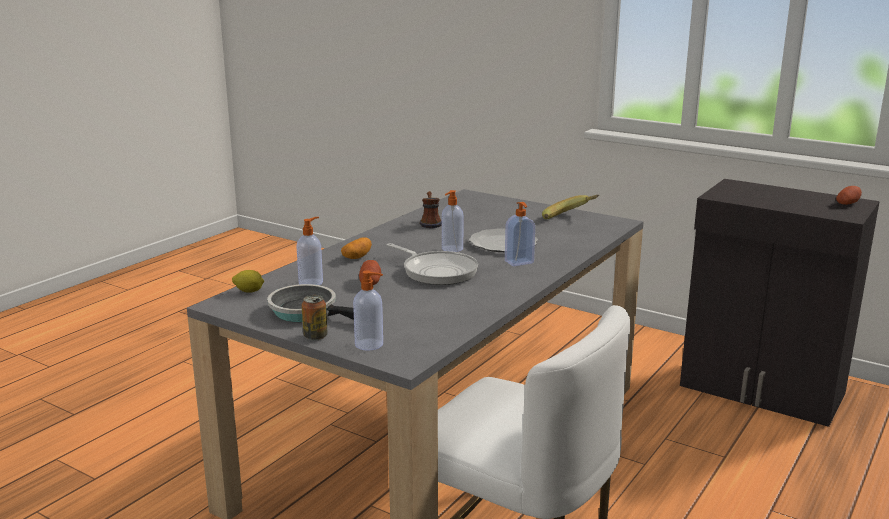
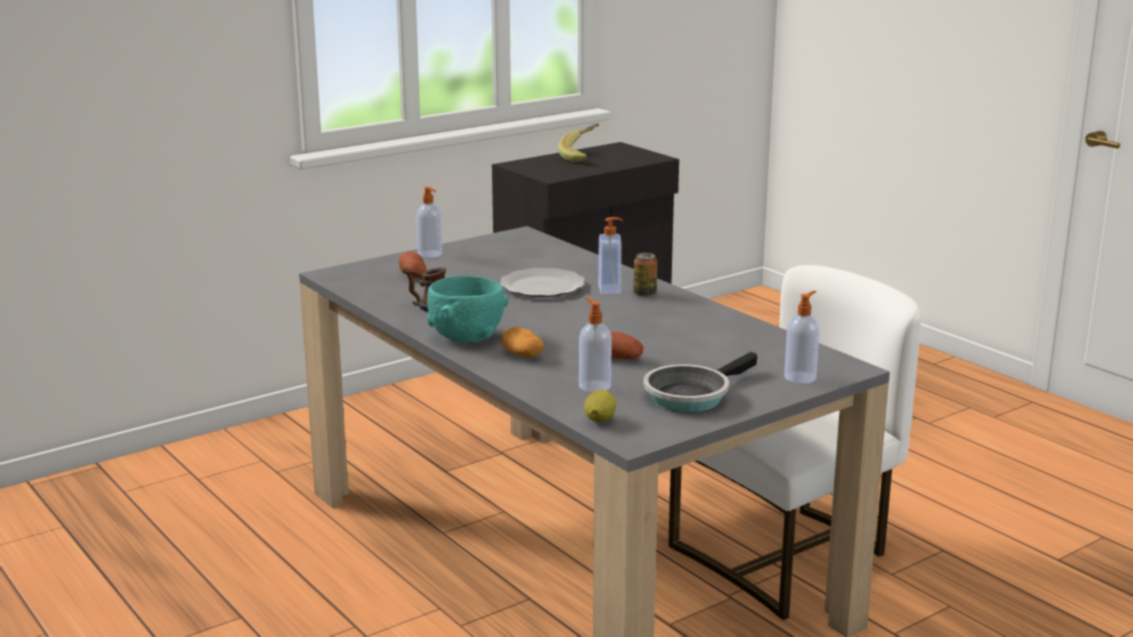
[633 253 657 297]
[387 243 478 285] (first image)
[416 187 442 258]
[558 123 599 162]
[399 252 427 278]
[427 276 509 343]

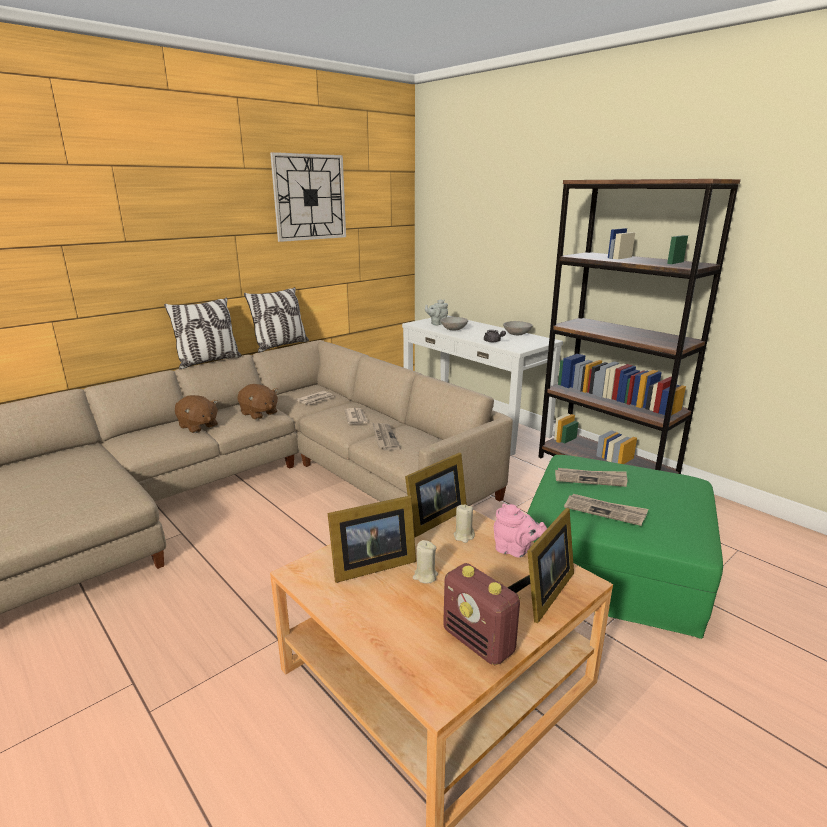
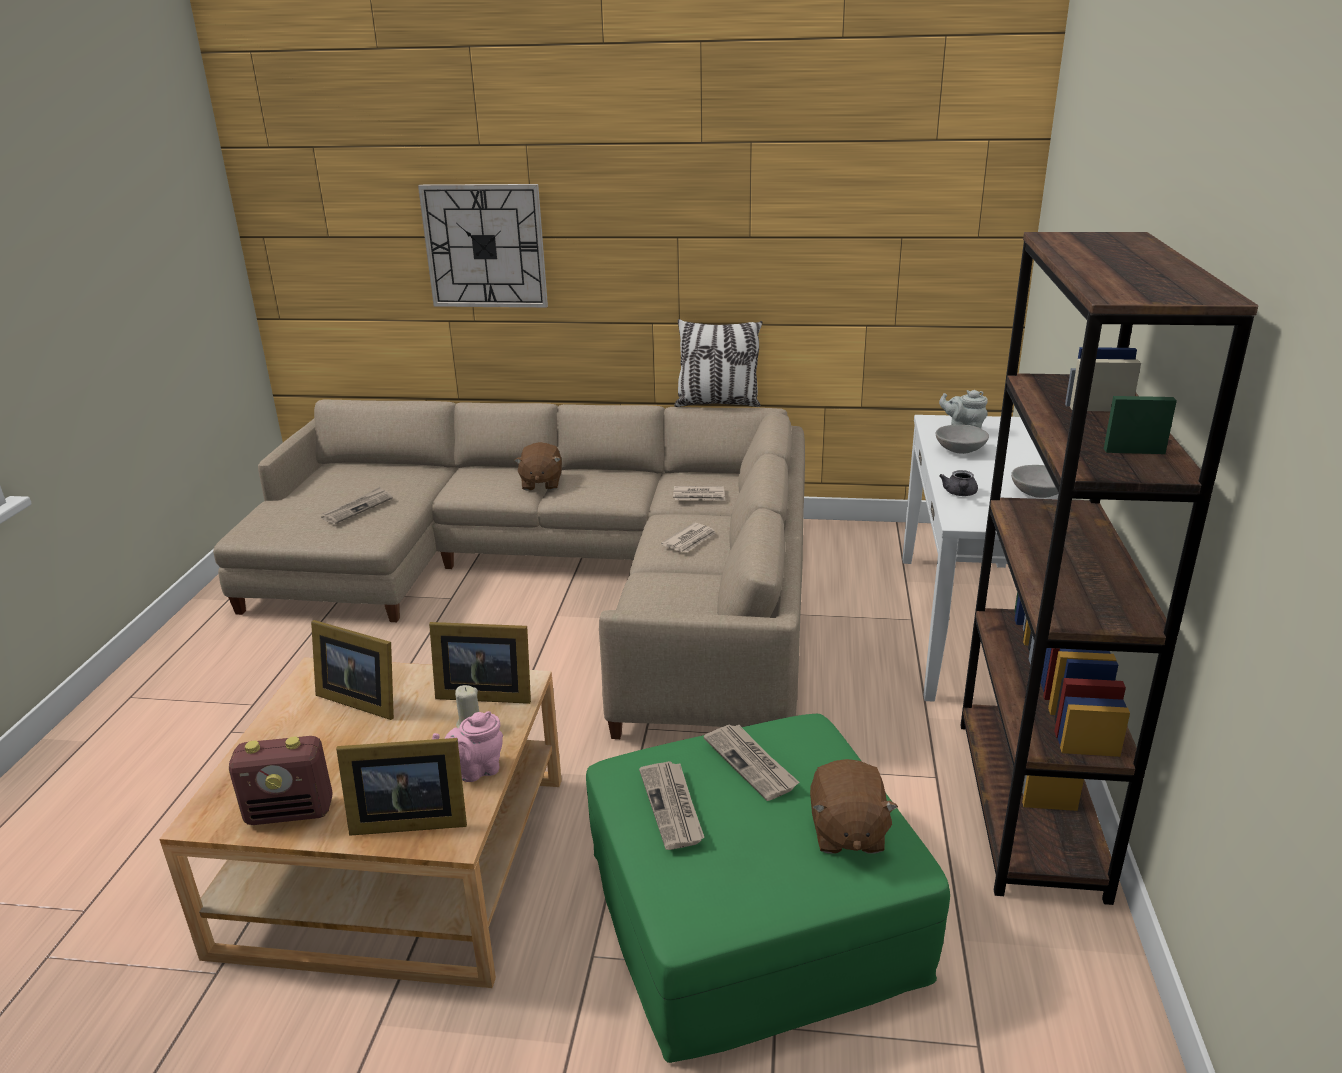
[164 297 242 369] (first image)
[810 759 898 854]
[418 184 548 308]
[321 487 393 524]
[413 540 438 584] (first image)
[229 736 333 825]
[432 711 503 782]

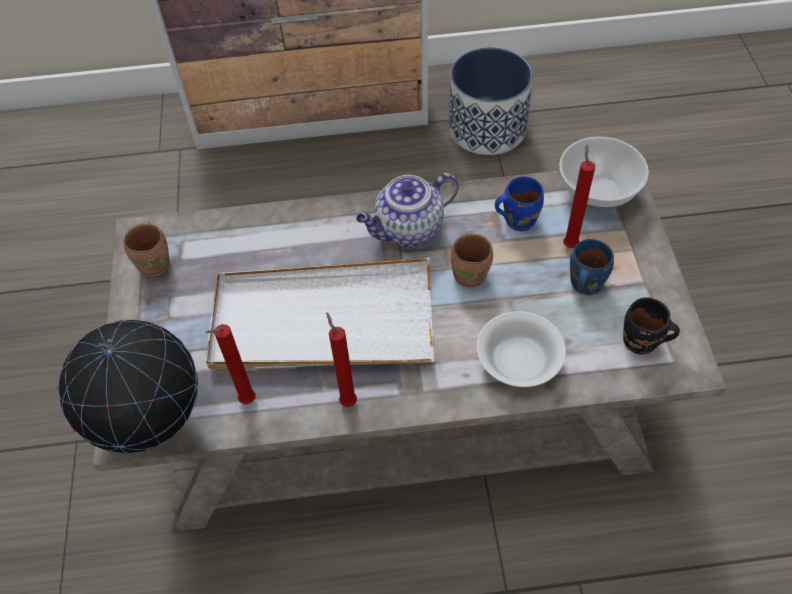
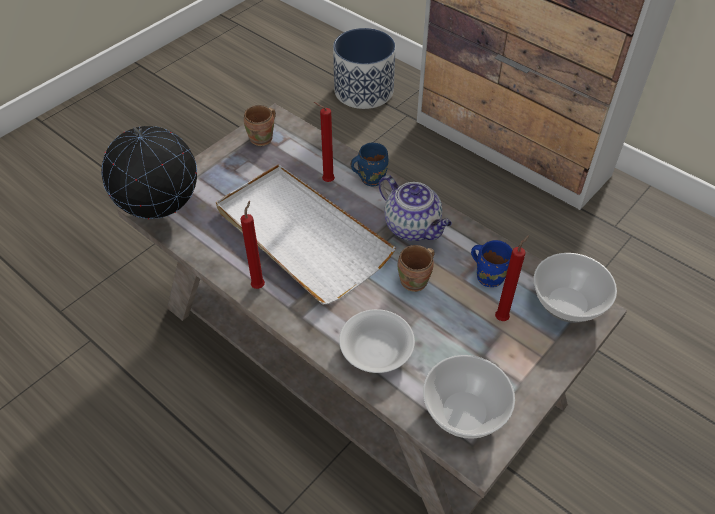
[314 102 335 182]
[379 175 452 241]
[333 28 396 109]
[351 143 389 187]
[423 355 515 439]

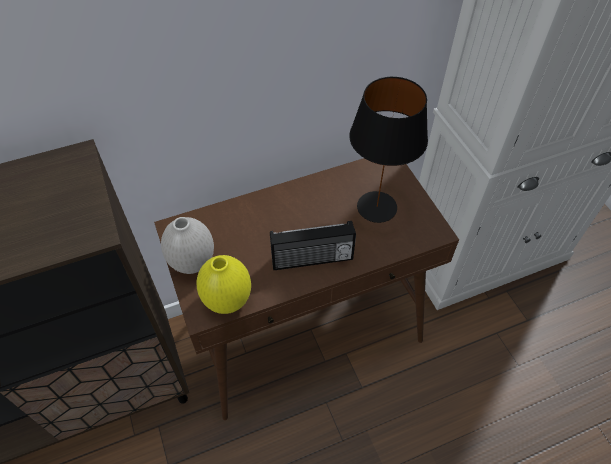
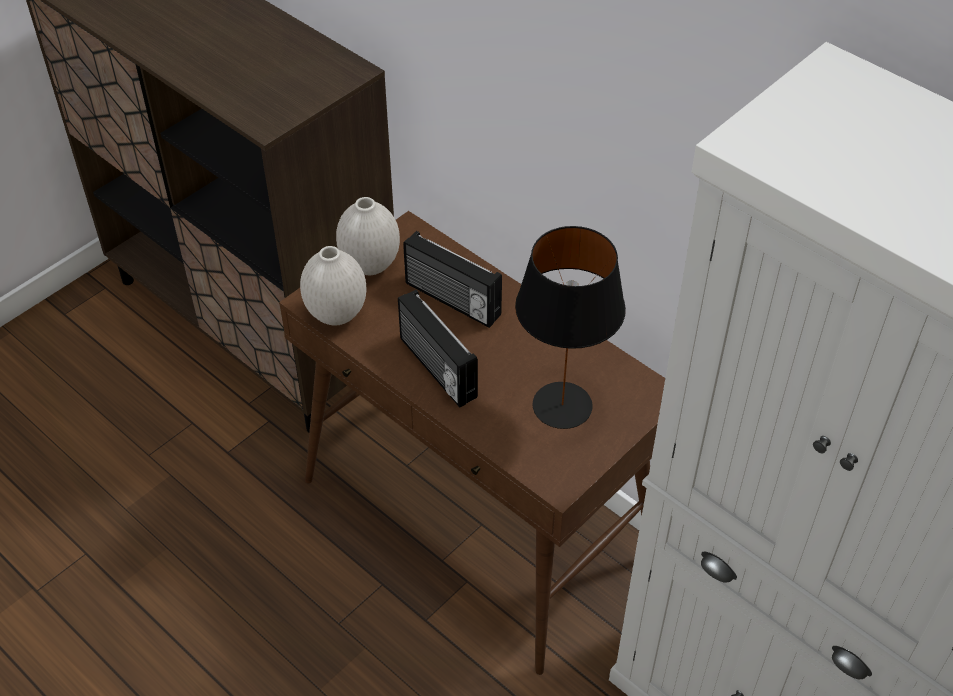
[300 246 367 325]
[403 231 502 328]

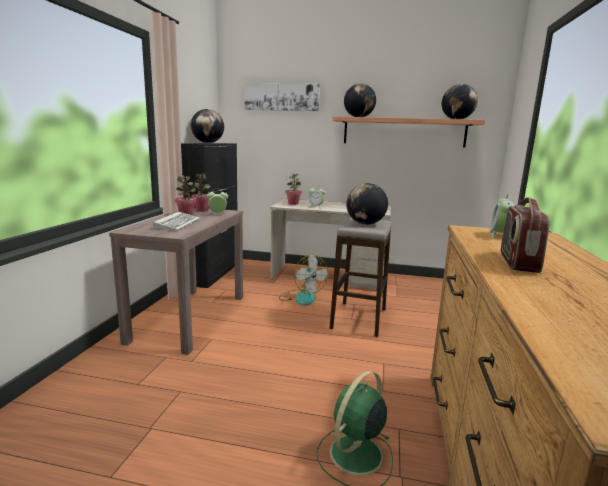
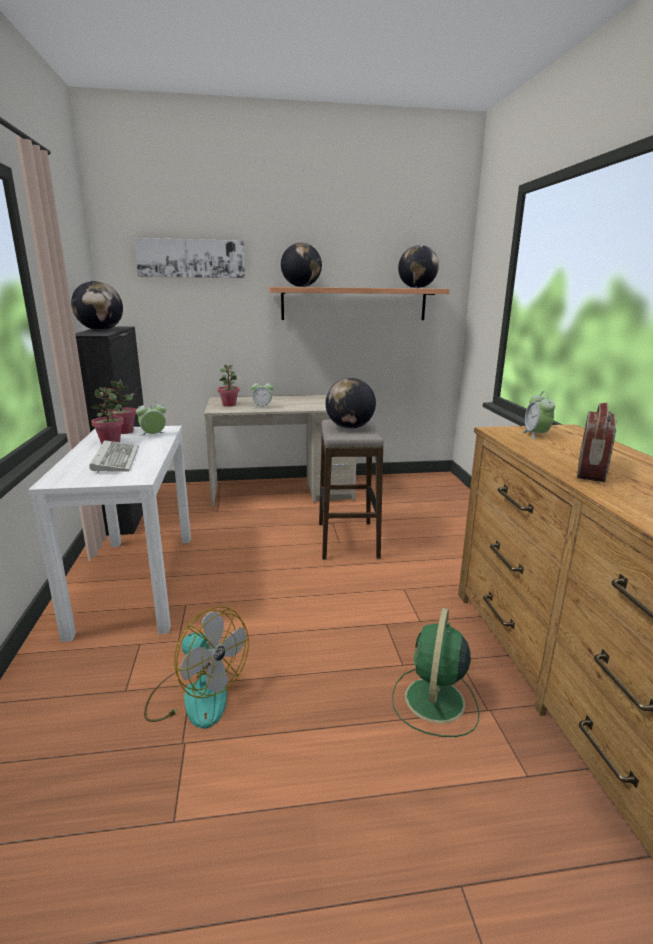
[28 426 191 642]
[144 606 249 729]
[577 403 617 482]

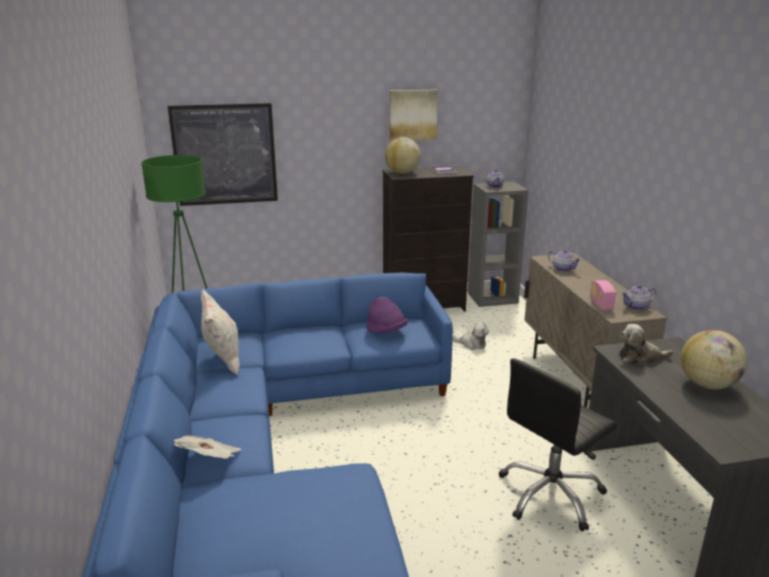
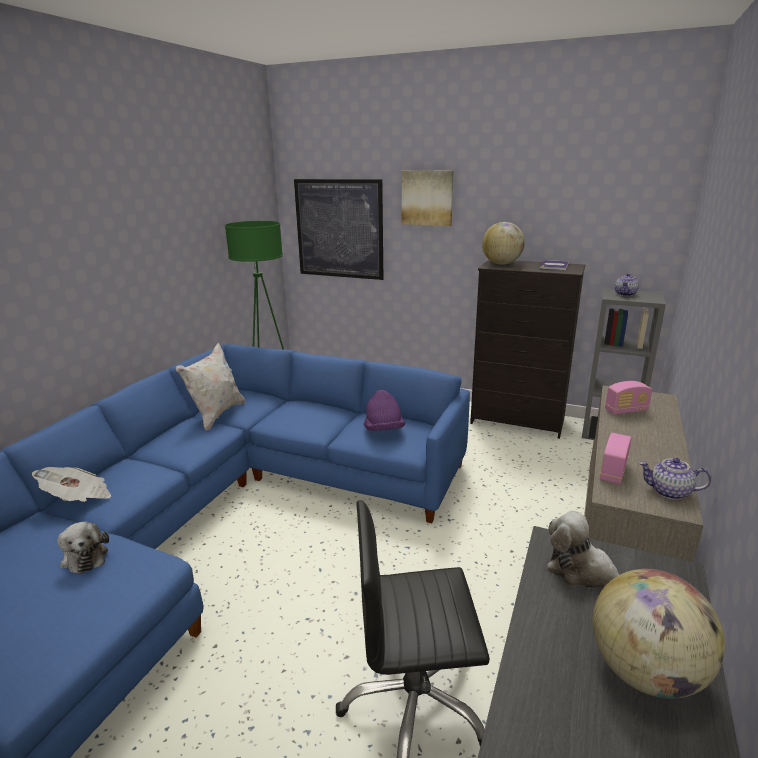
[402 170 454 226]
[57 522 109 574]
[605 381 652 414]

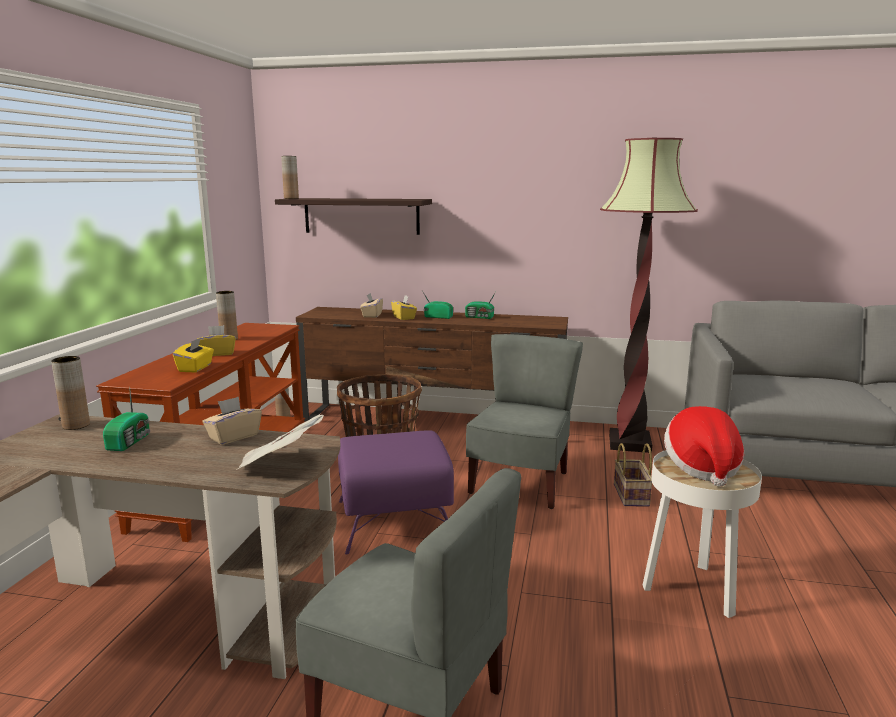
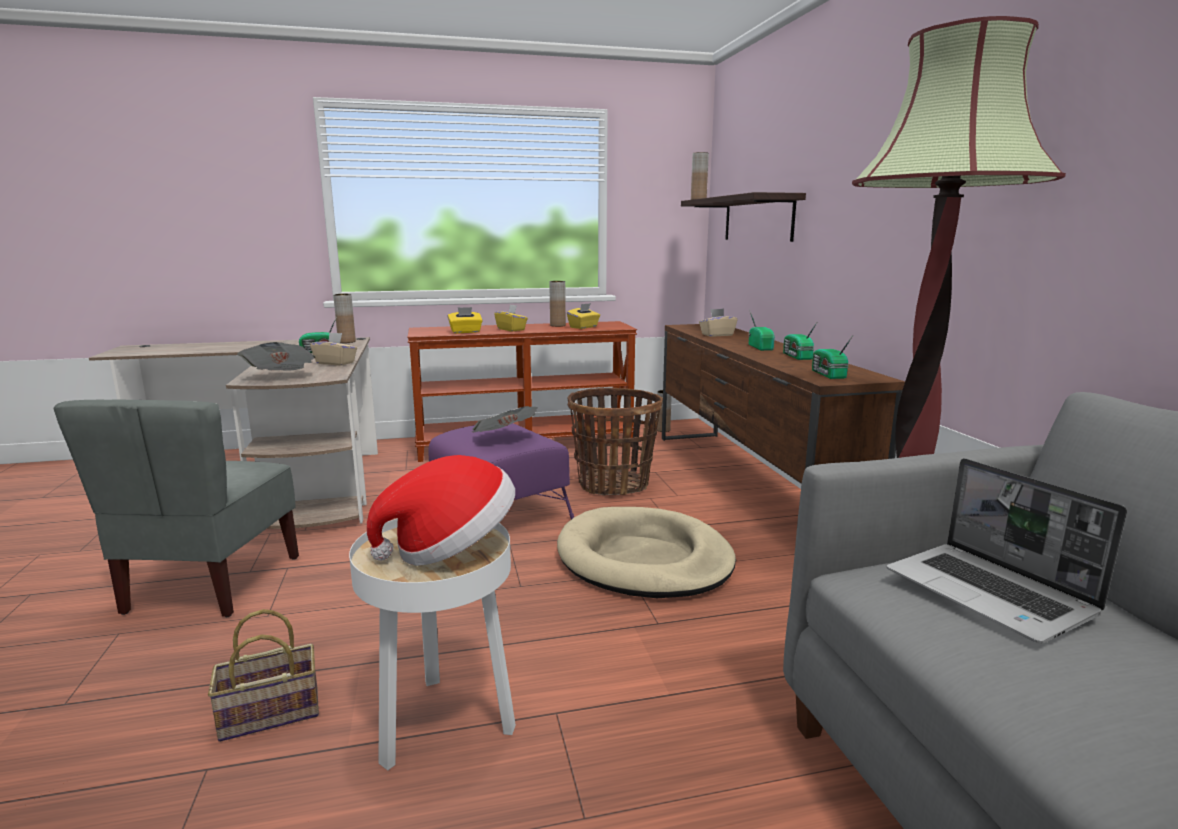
[567 303 600 329]
[557 507 736 598]
[208 609 319 742]
[472 406 538 432]
[812 334 854 379]
[887 458 1127 643]

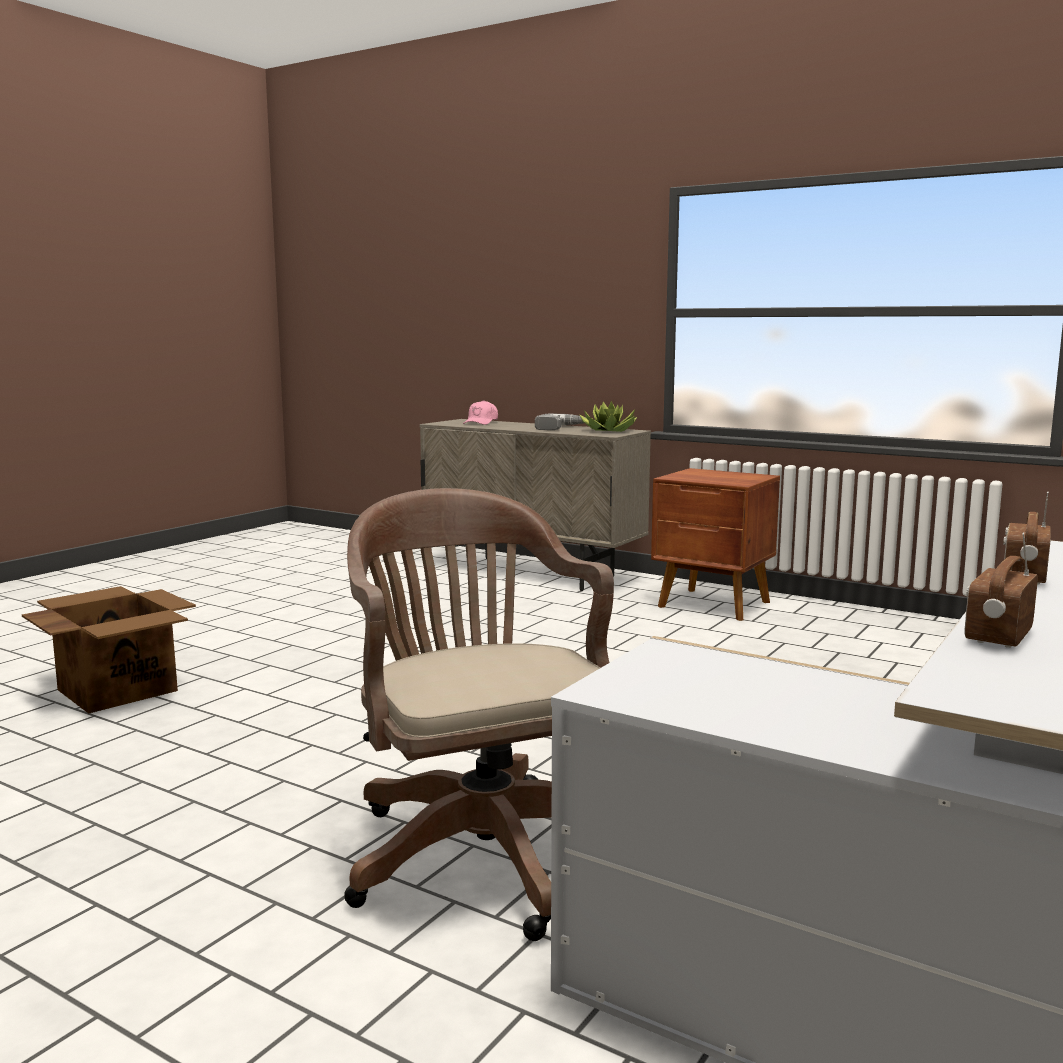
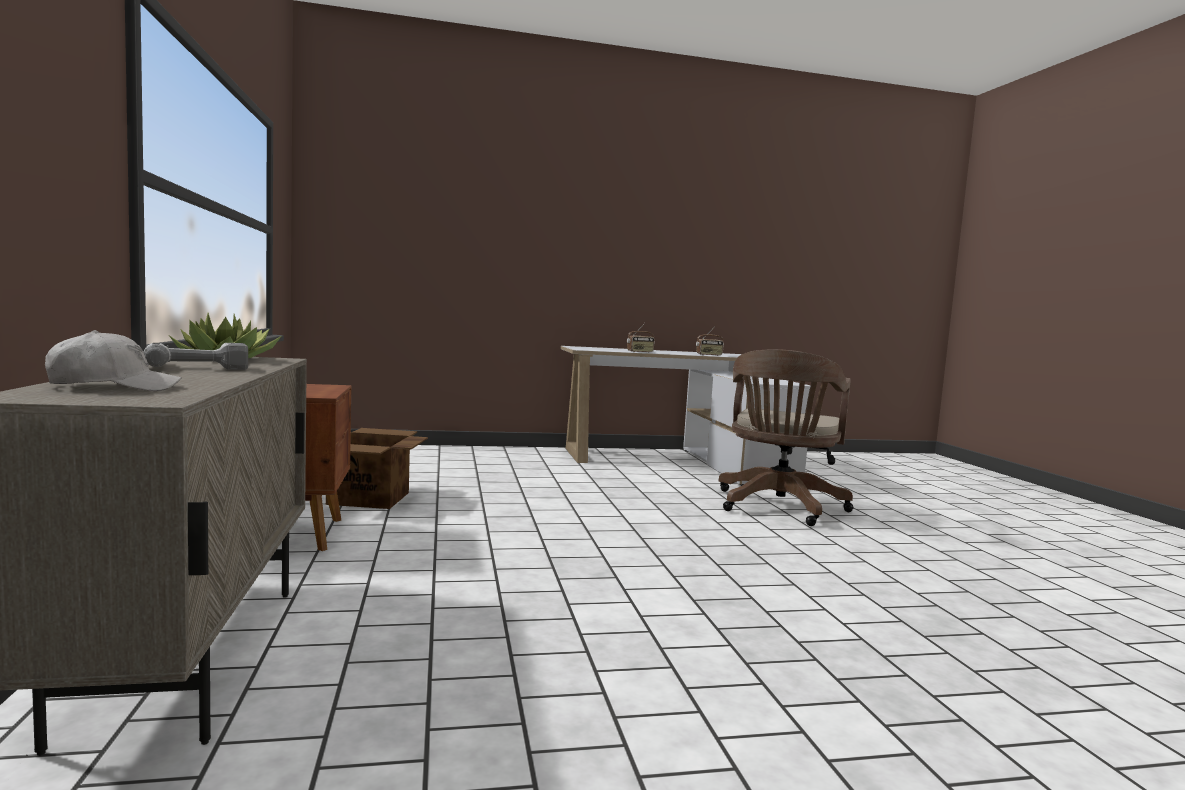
[326 428 428 509]
[45 330 181 391]

